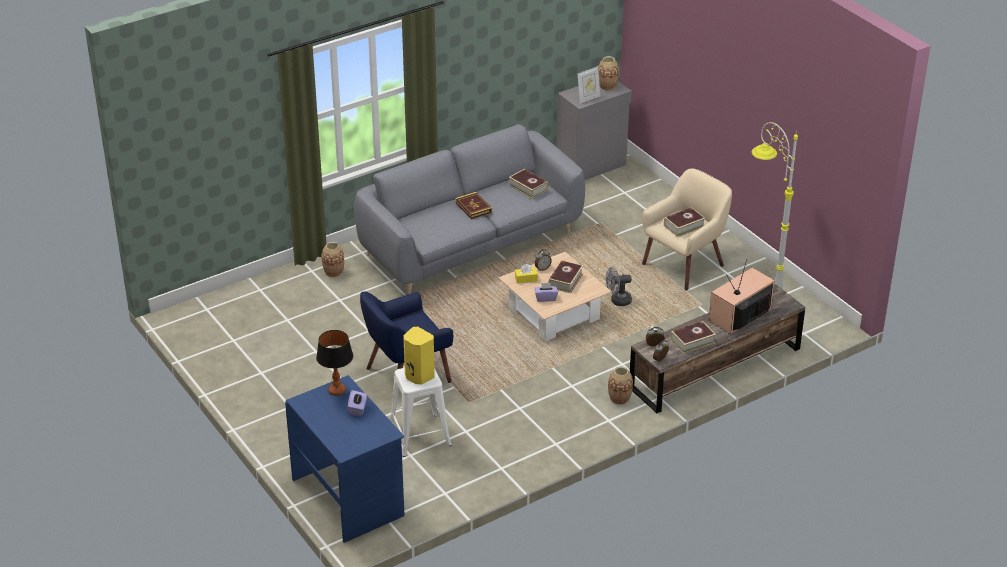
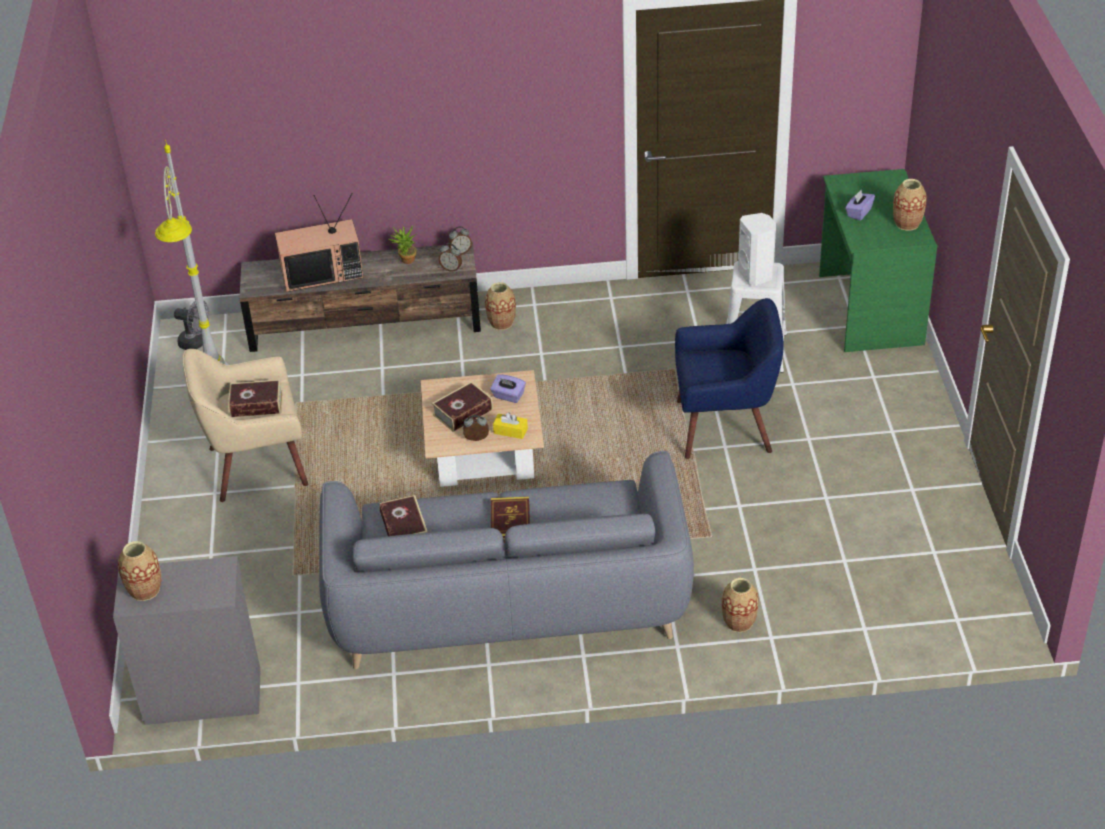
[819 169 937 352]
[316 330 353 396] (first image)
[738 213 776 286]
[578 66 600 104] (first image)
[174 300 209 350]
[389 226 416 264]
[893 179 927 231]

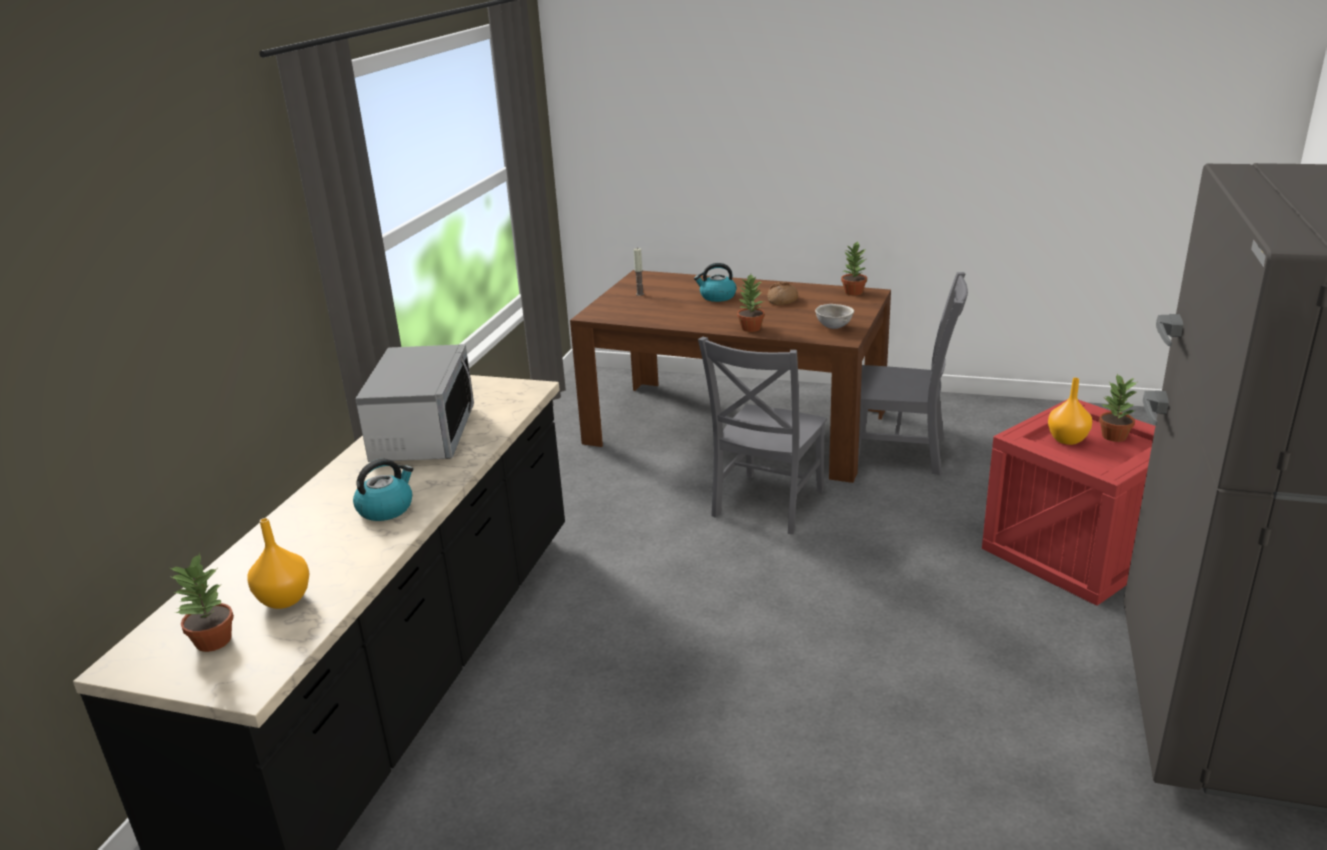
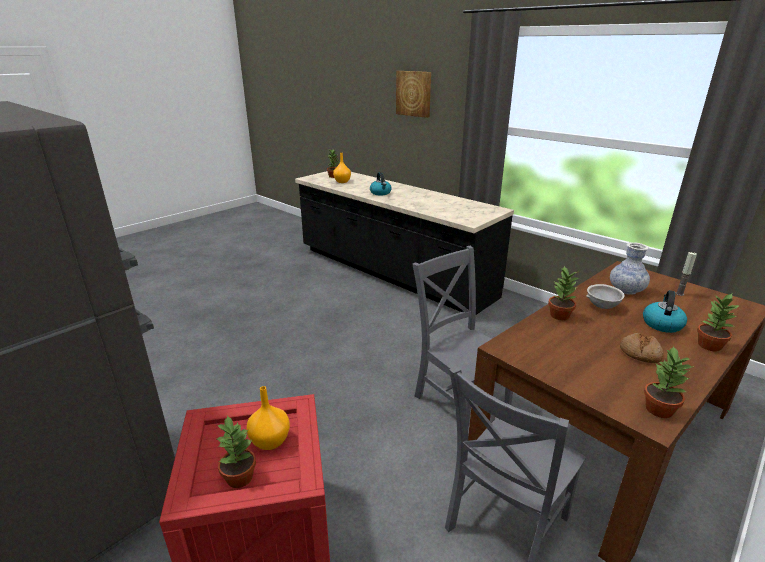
[355 344 474 462] (first image)
[586 284 624 309]
[396 71 431 118]
[610 242 650 295]
[697 294 740 352]

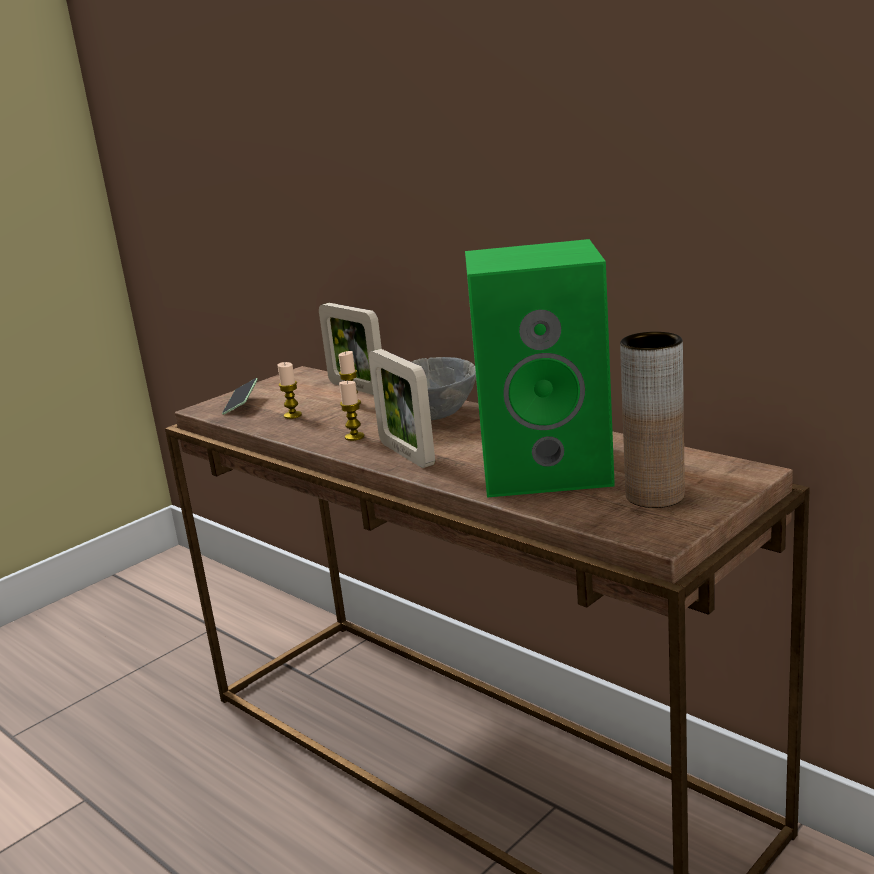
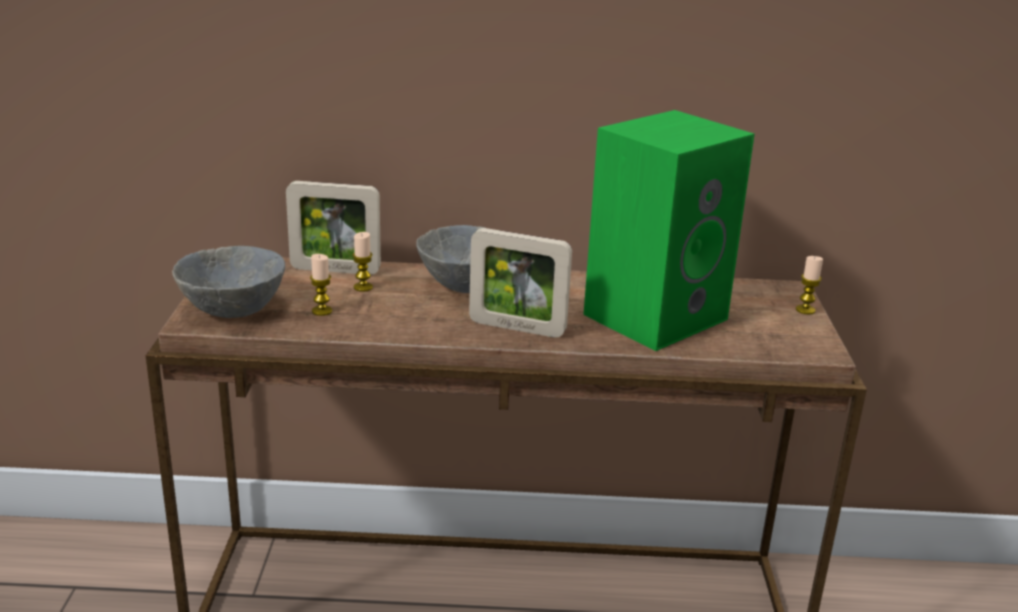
[172 246 285 318]
[796 256 823 315]
[620 332 685 508] (first image)

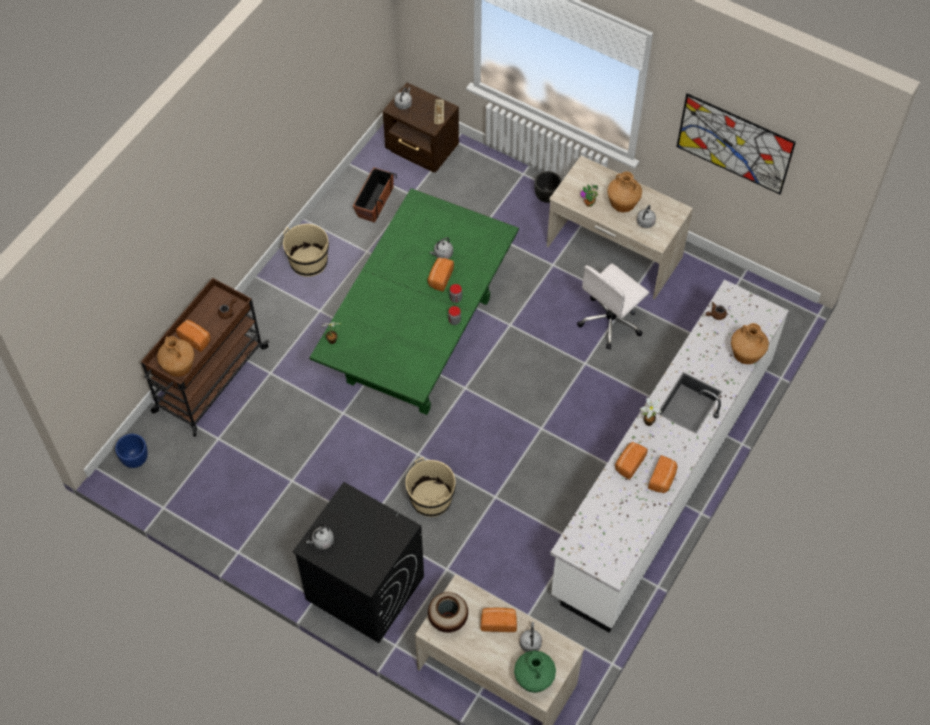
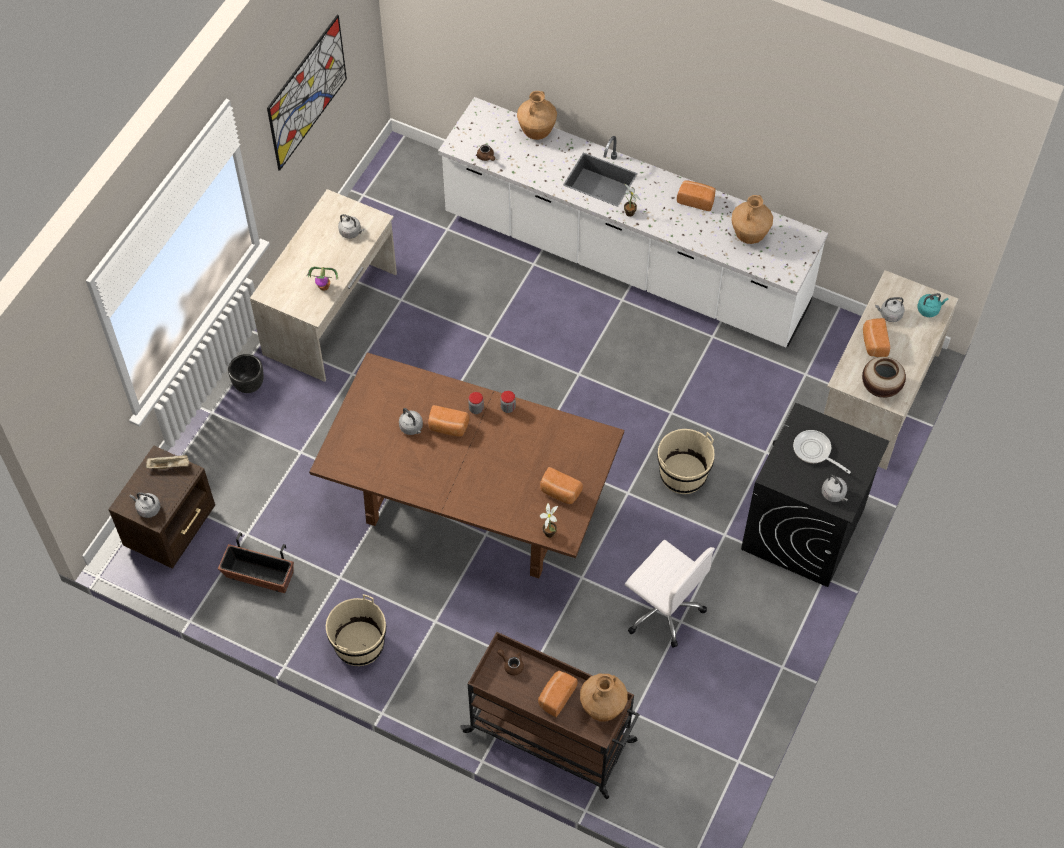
[115 434 148 468] (first image)
[309 352 624 578]
[917 293 948 317]
[625 540 715 648]
[732 195 773 244]
[540 467 583 504]
[793 430 851 474]

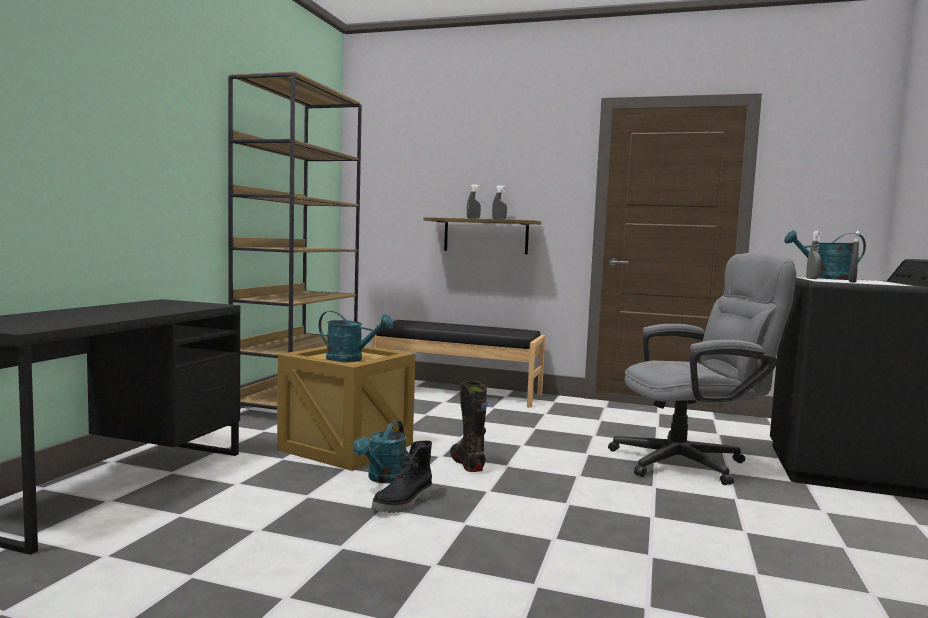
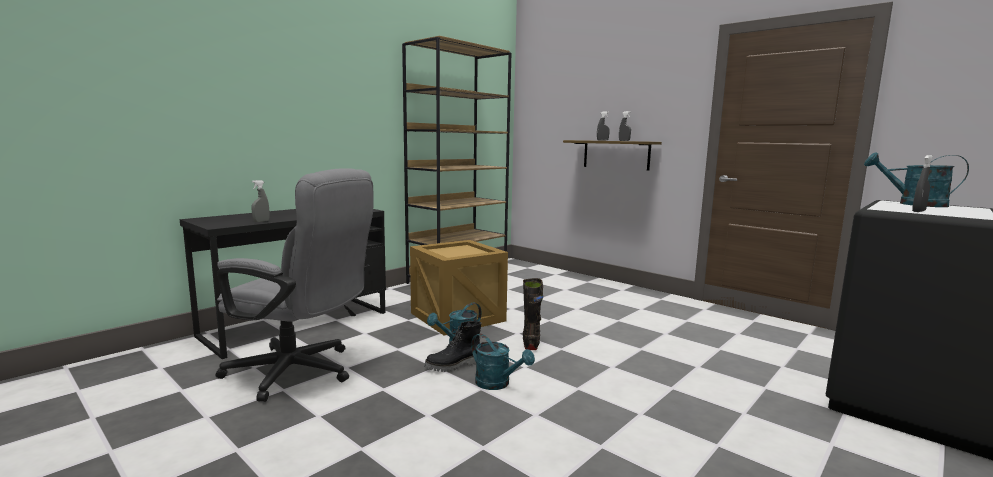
[471 334 535 390]
[371 320 545 408] (first image)
[215 168 373 402]
[251 180 269 222]

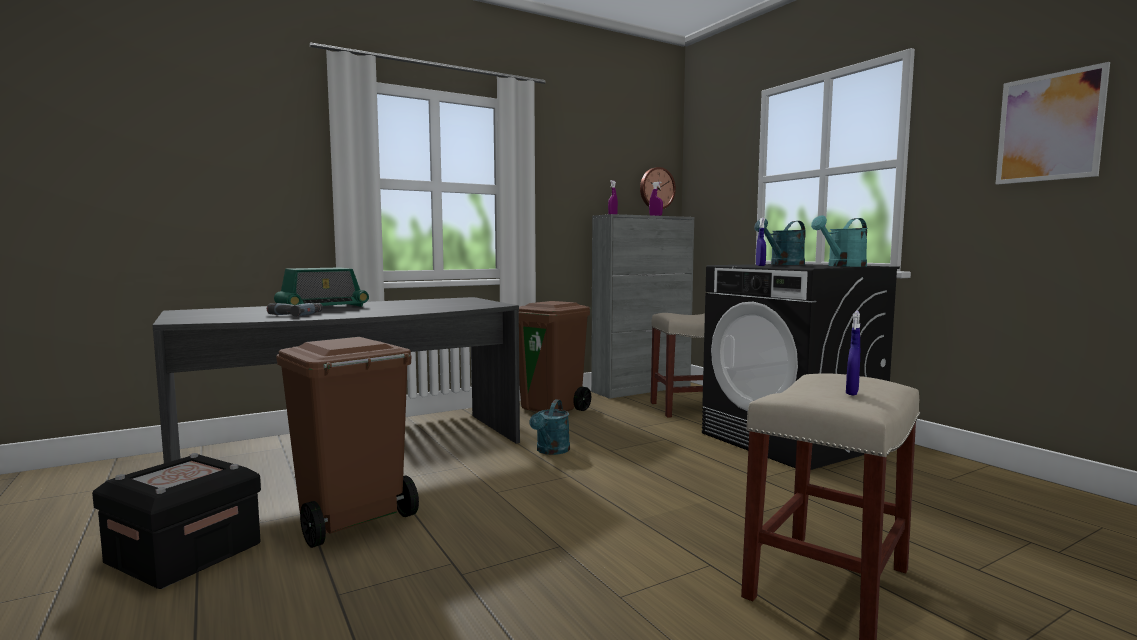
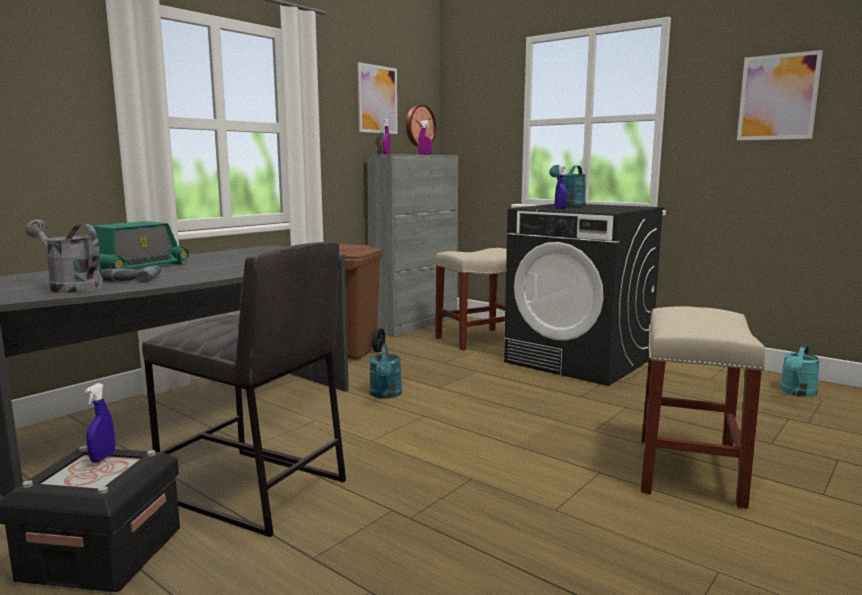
[142 241 346 537]
[780 344 820 397]
[85 383 115 463]
[25 219 104 293]
[357 62 398 134]

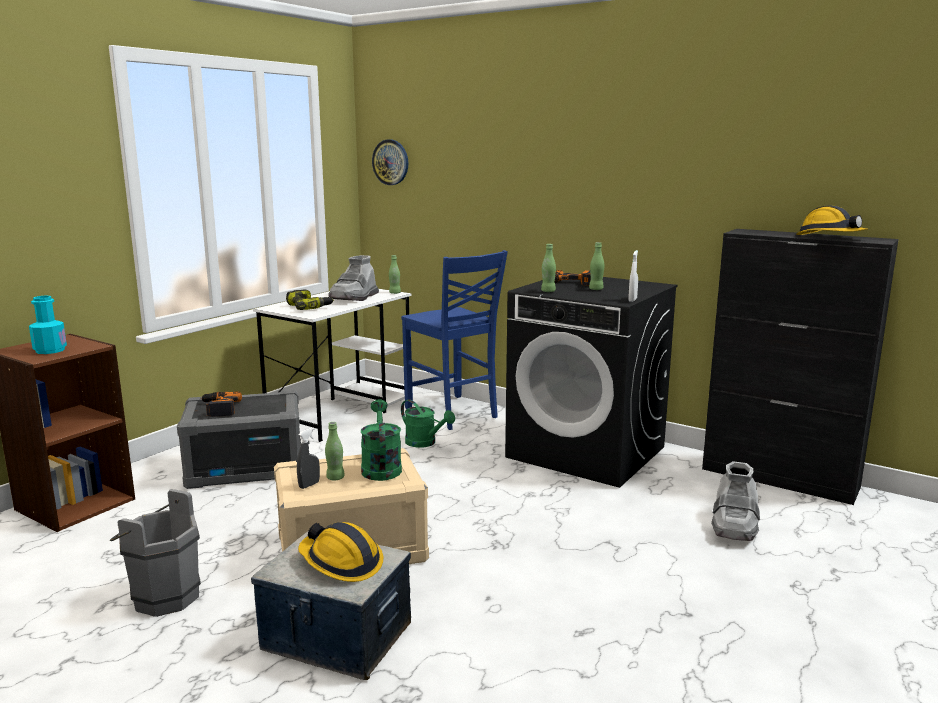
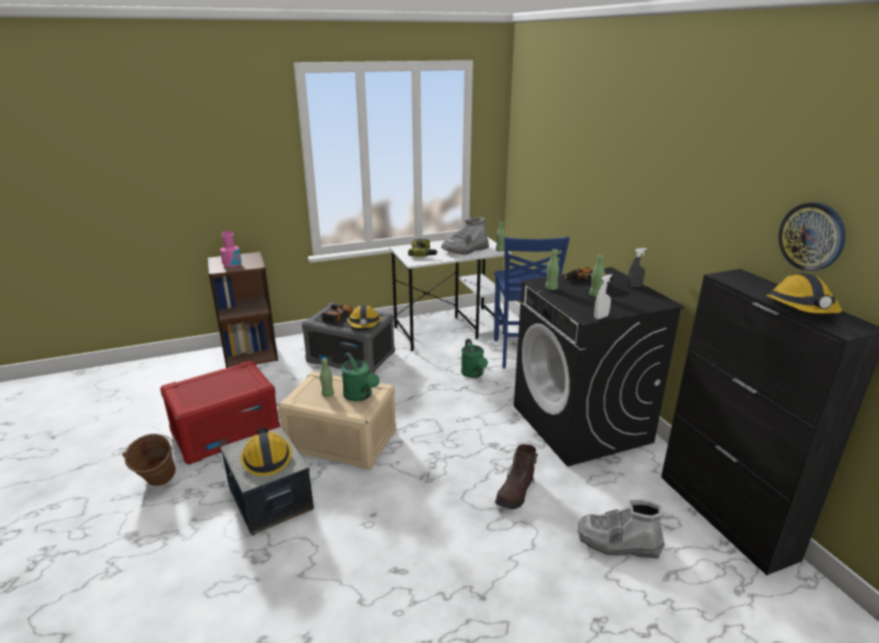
[220 231 241 267]
[160 360 280 465]
[627 248 647 287]
[341 352 379 401]
[778 202 846 271]
[578 499 665 559]
[122 434 176 486]
[347 305 381 328]
[495 444 538 510]

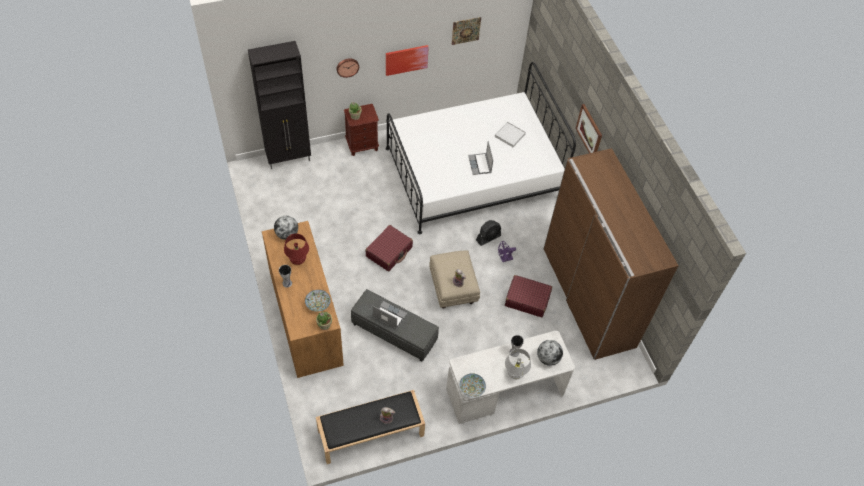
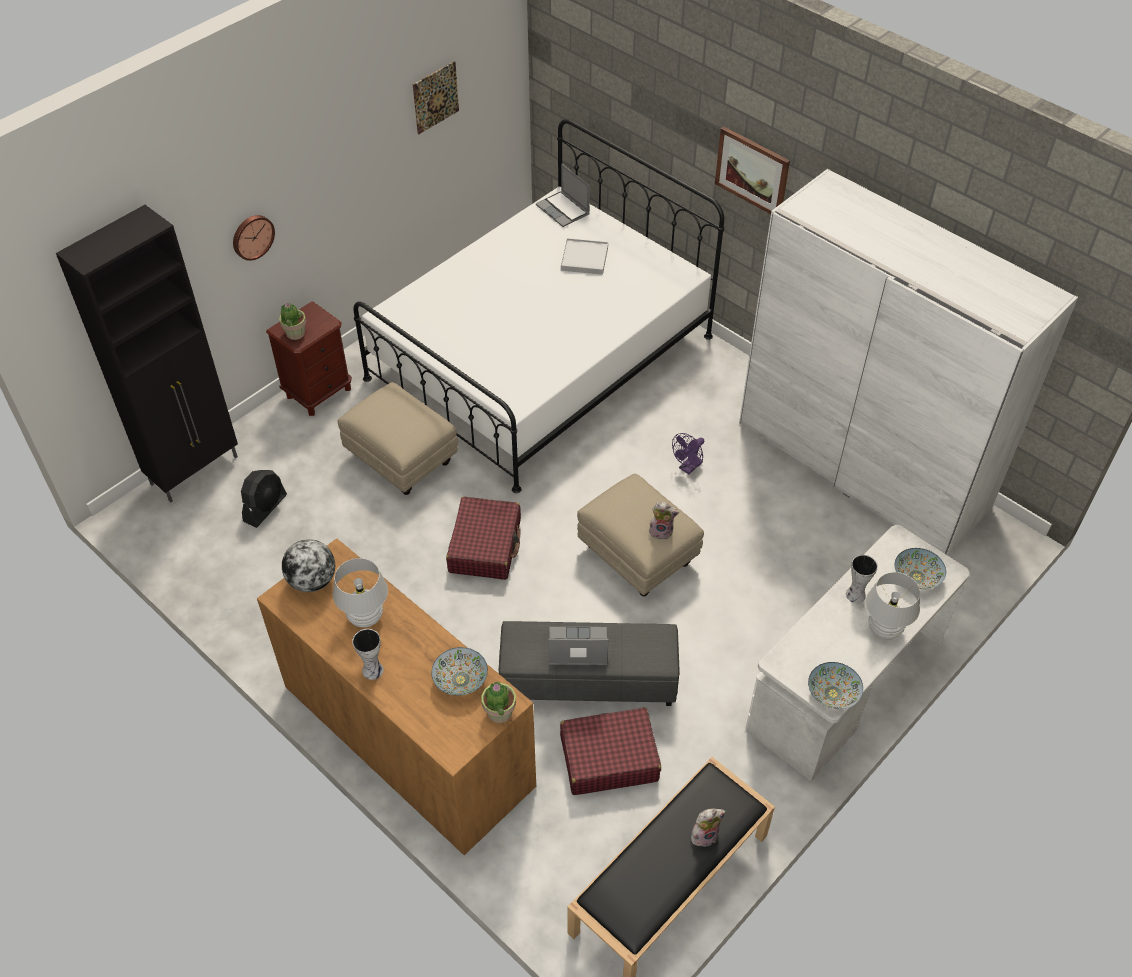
[333 558 388 628]
[386 45 429 76] (first image)
[536 164 590 227]
[241 470 287 528]
[560 707 661 795]
[895 548 946 589]
[739 169 1078 555]
[337 382 458 495]

